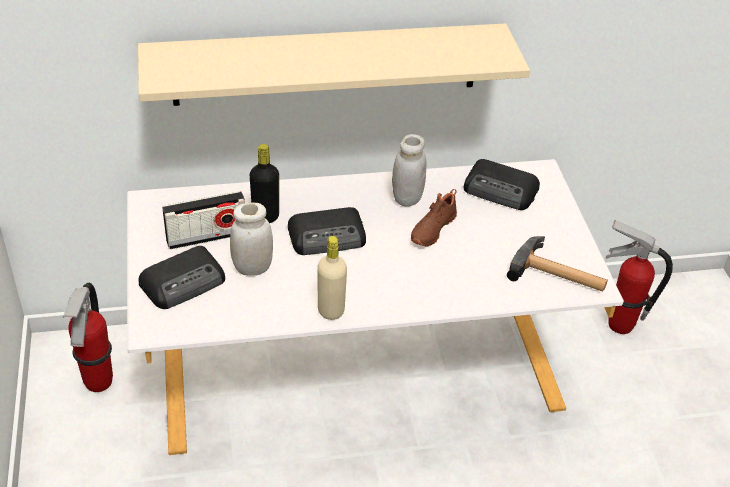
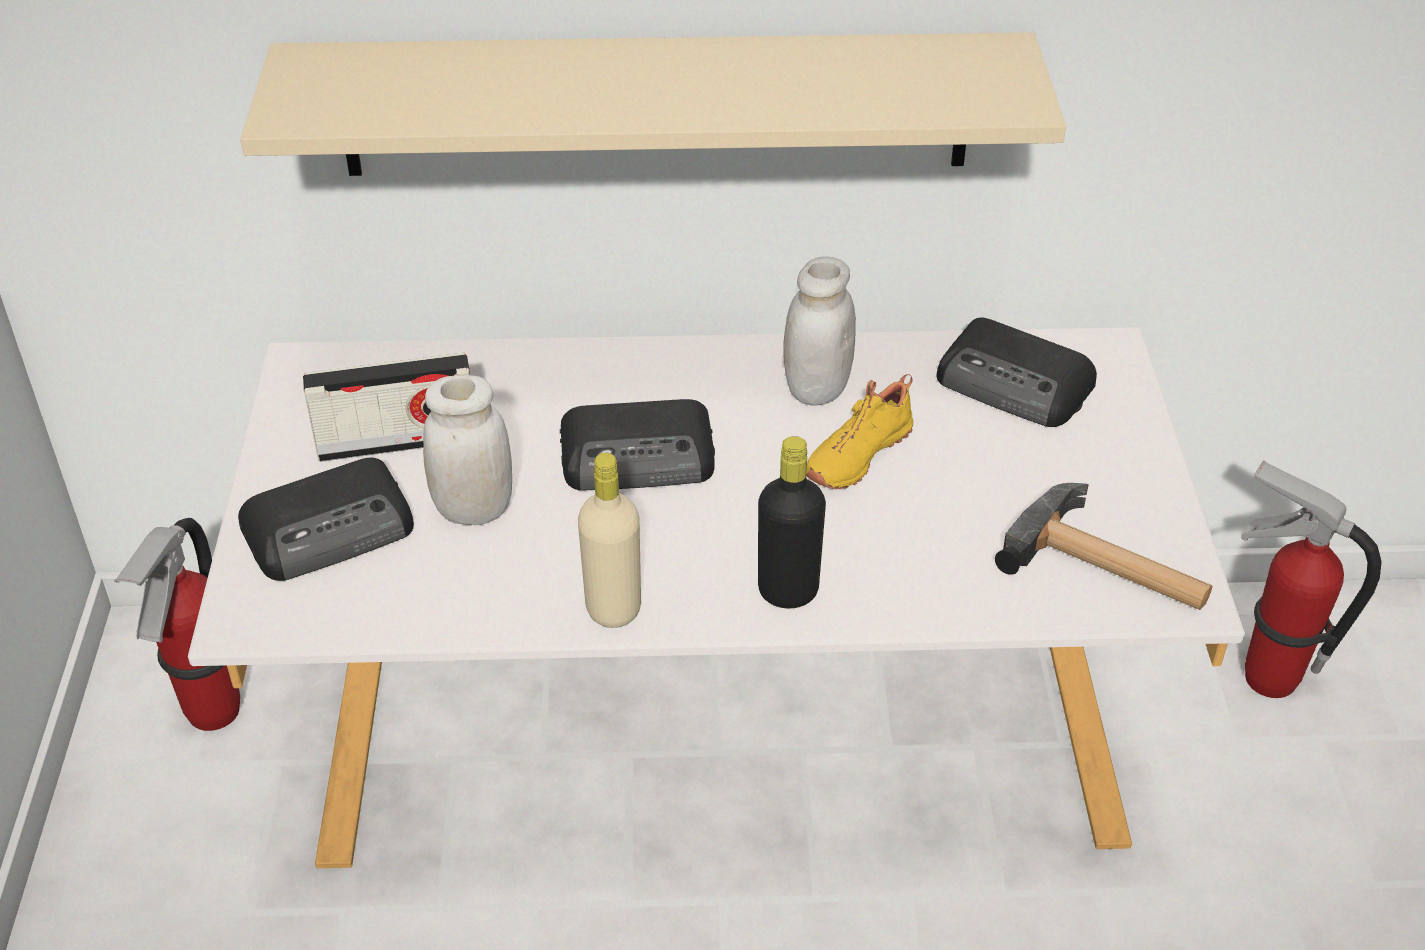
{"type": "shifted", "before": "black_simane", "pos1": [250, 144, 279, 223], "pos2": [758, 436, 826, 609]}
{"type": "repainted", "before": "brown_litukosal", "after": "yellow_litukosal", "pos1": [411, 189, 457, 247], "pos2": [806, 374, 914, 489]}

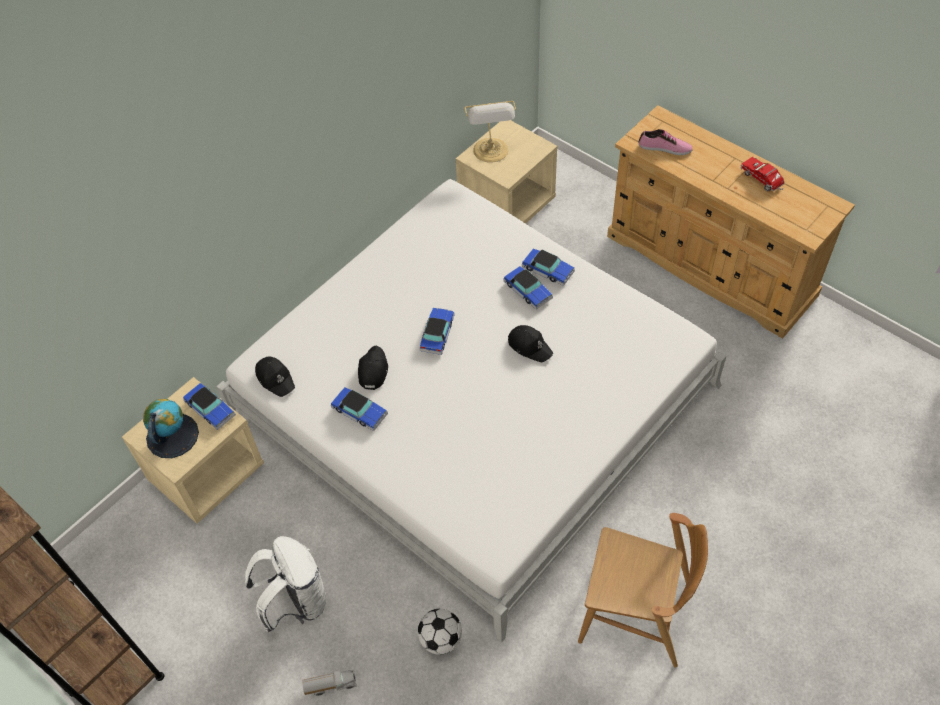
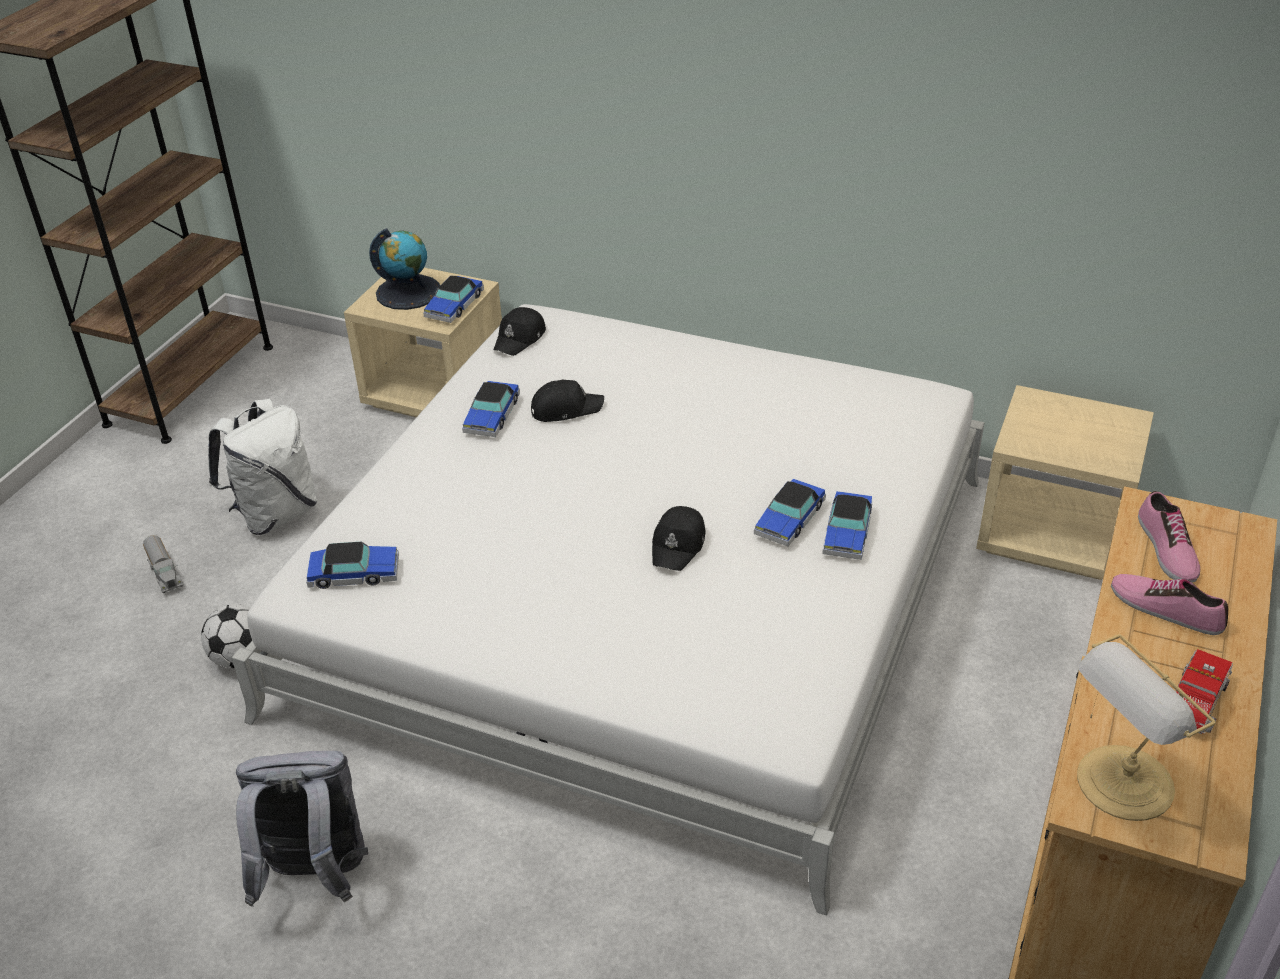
{"type": "swapped", "before": "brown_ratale", "after": "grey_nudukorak", "pos1": [578, 513, 708, 668], "pos2": [236, 751, 368, 907]}
{"type": "shifted", "before": "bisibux", "pos1": [420, 308, 455, 355], "pos2": [307, 541, 399, 589]}
{"type": "shifted", "before": "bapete", "pos1": [465, 101, 516, 163], "pos2": [1077, 634, 1216, 821]}
{"type": "new", "after": "litukosal", "pos2": [1111, 574, 1228, 635]}

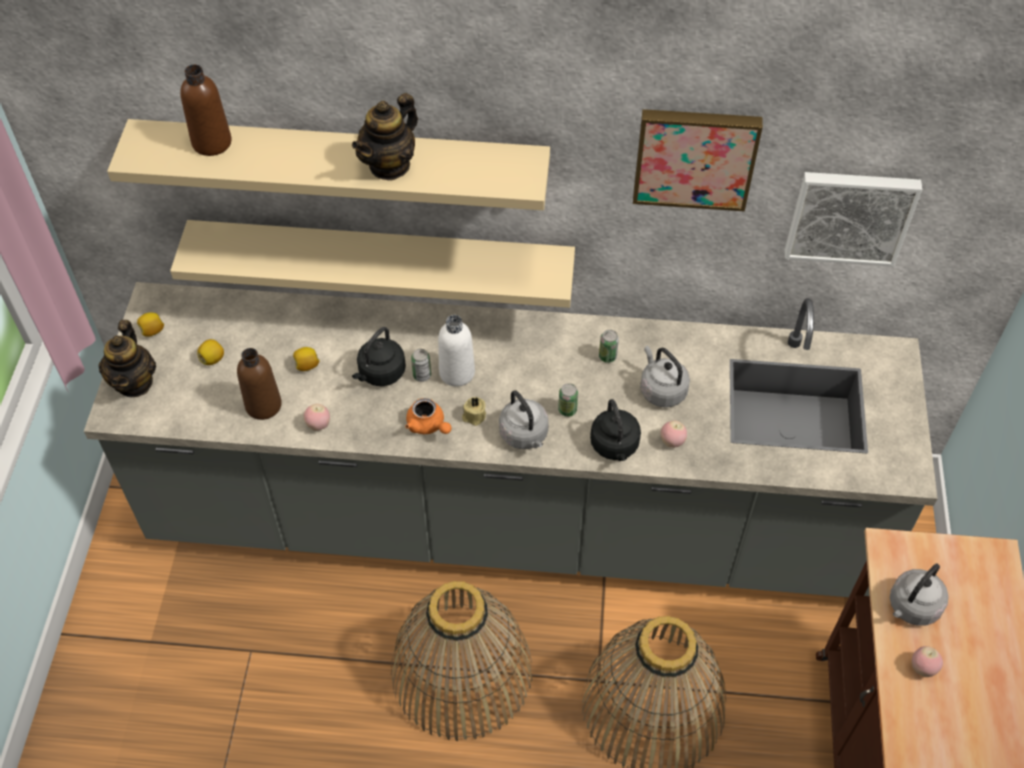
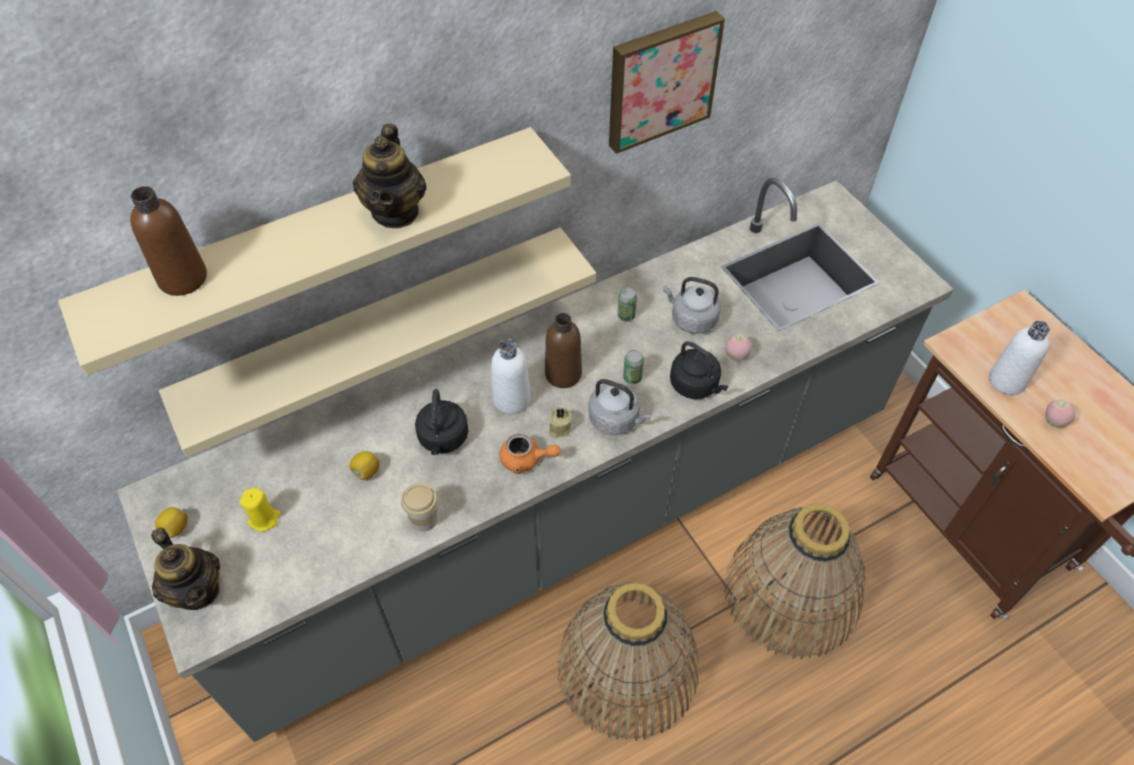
{"type": "swapped", "before": "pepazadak", "after": "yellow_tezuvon", "pos1": [197, 339, 224, 365], "pos2": [239, 488, 281, 532]}
{"type": "swapped", "before": "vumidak", "after": "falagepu", "pos1": [304, 404, 330, 431], "pos2": [401, 483, 438, 532]}
{"type": "shifted", "before": "brown_simane", "pos1": [237, 348, 282, 420], "pos2": [545, 313, 582, 388]}
{"type": "swapped", "before": "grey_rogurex", "after": "white_simane", "pos1": [890, 564, 949, 626], "pos2": [989, 321, 1050, 395]}
{"type": "gone", "before": "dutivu", "pos1": [411, 349, 431, 382]}
{"type": "gone", "before": "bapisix", "pos1": [785, 172, 922, 267]}

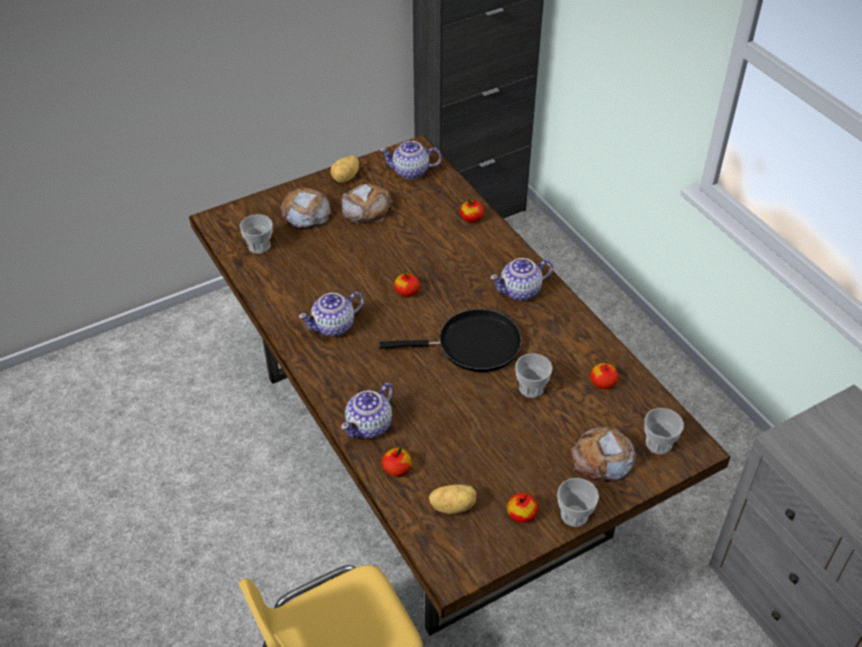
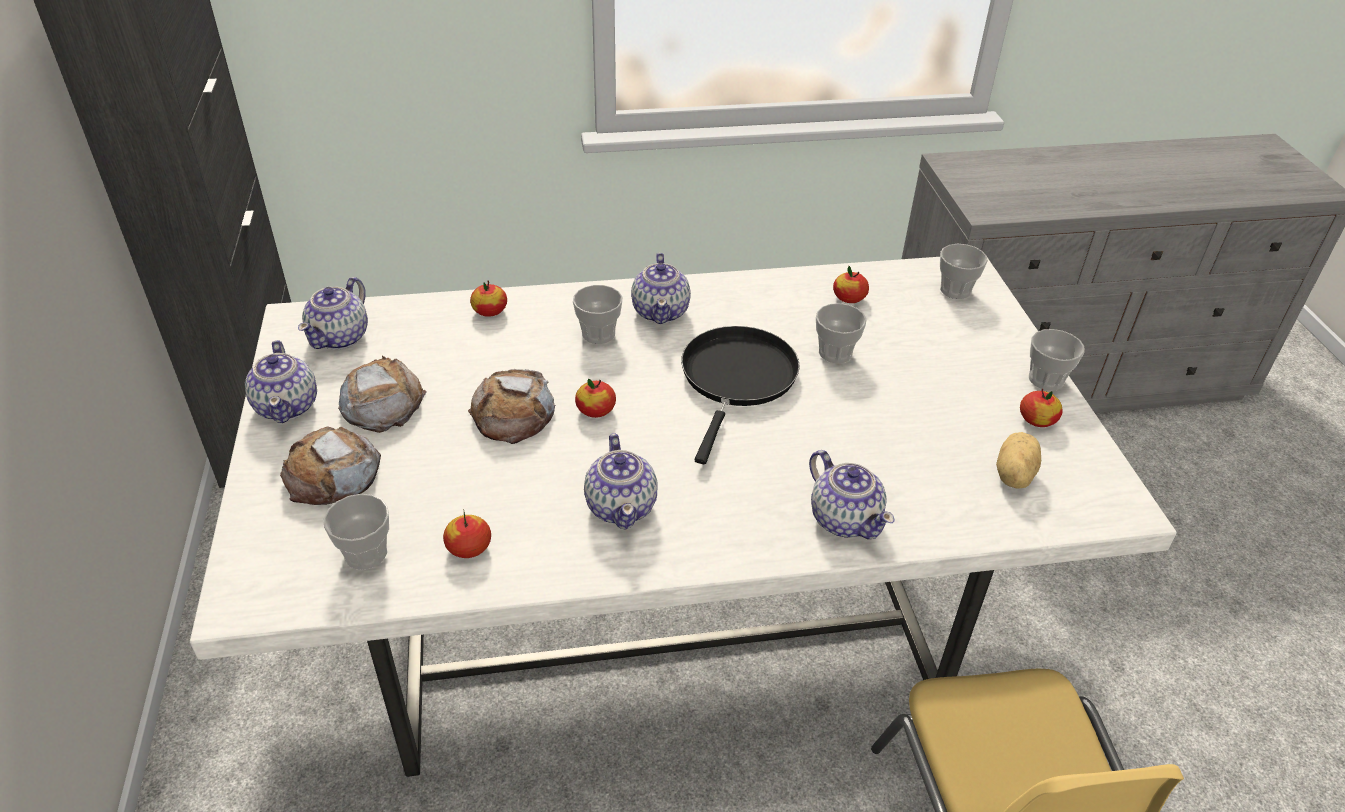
{"type": "repainted", "before": "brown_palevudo", "after": "white_palevudo", "pos1": [189, 135, 730, 636], "pos2": [190, 257, 1177, 777]}
{"type": "swapped", "before": "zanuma", "after": "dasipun", "pos1": [331, 155, 359, 183], "pos2": [245, 340, 317, 423]}
{"type": "shifted", "before": "vumidak", "pos1": [382, 448, 412, 476], "pos2": [443, 512, 491, 558]}
{"type": "shifted", "before": "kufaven", "pos1": [571, 426, 636, 482], "pos2": [468, 369, 555, 444]}
{"type": "new", "after": "falagepu", "pos2": [573, 285, 623, 344]}

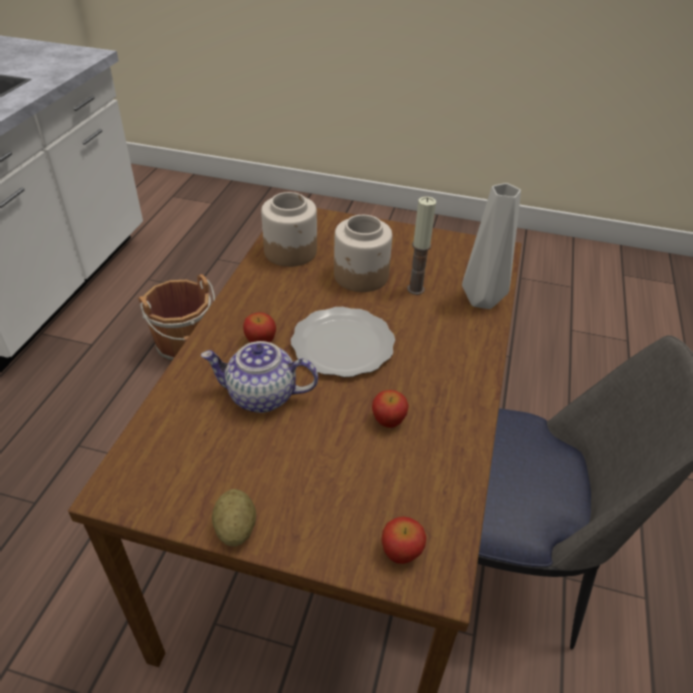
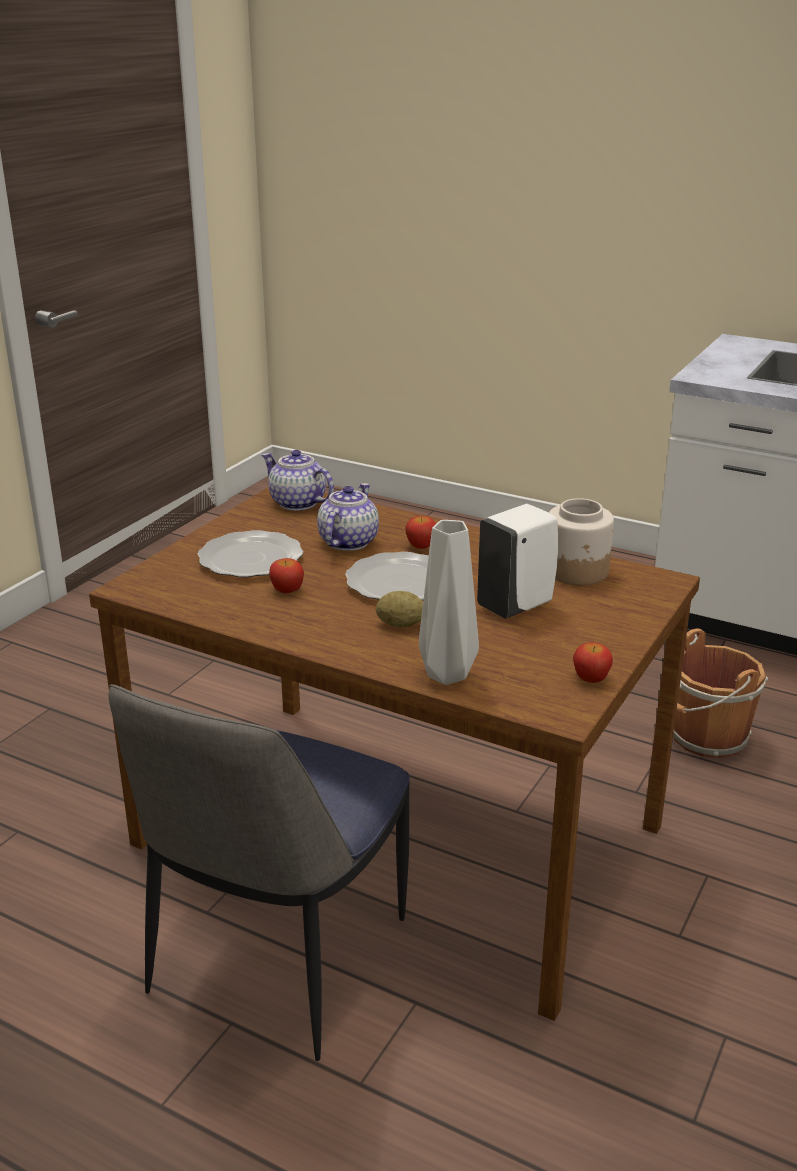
{"type": "new", "after": "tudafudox", "pos2": [198, 530, 303, 577]}
{"type": "new", "after": "dasipun", "pos2": [262, 450, 334, 511]}
{"type": "shifted", "before": "zanuma", "pos1": [212, 489, 256, 547], "pos2": [376, 591, 423, 628]}
{"type": "swapped", "before": "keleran", "after": "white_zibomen", "pos1": [334, 215, 392, 292], "pos2": [477, 504, 558, 619]}
{"type": "shifted", "before": "vumidak", "pos1": [382, 516, 427, 564], "pos2": [573, 643, 613, 683]}
{"type": "gone", "before": "tezuvon", "pos1": [407, 197, 436, 295]}

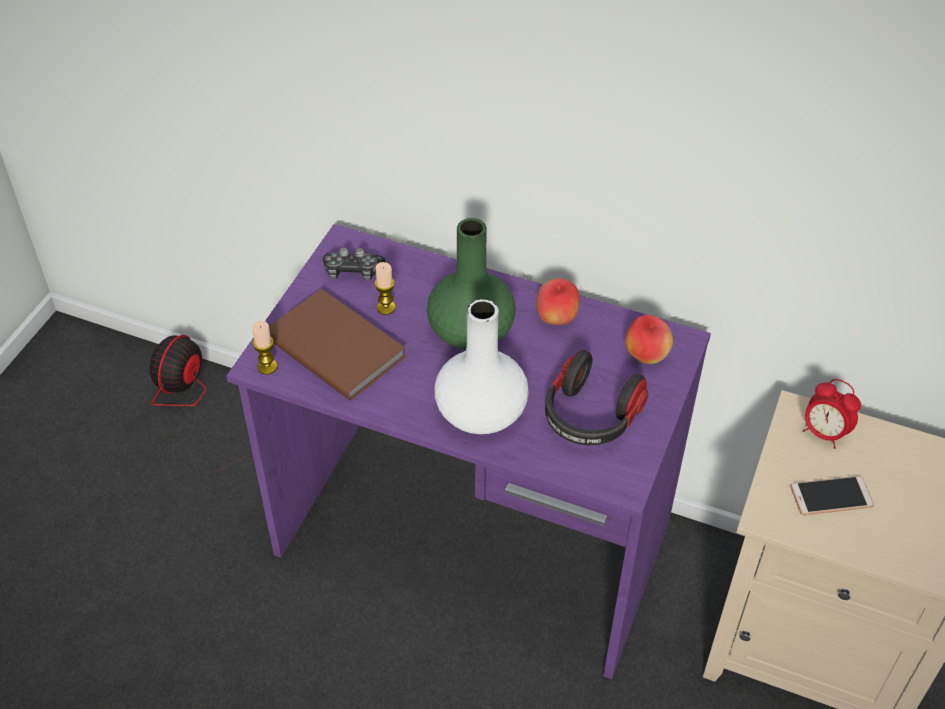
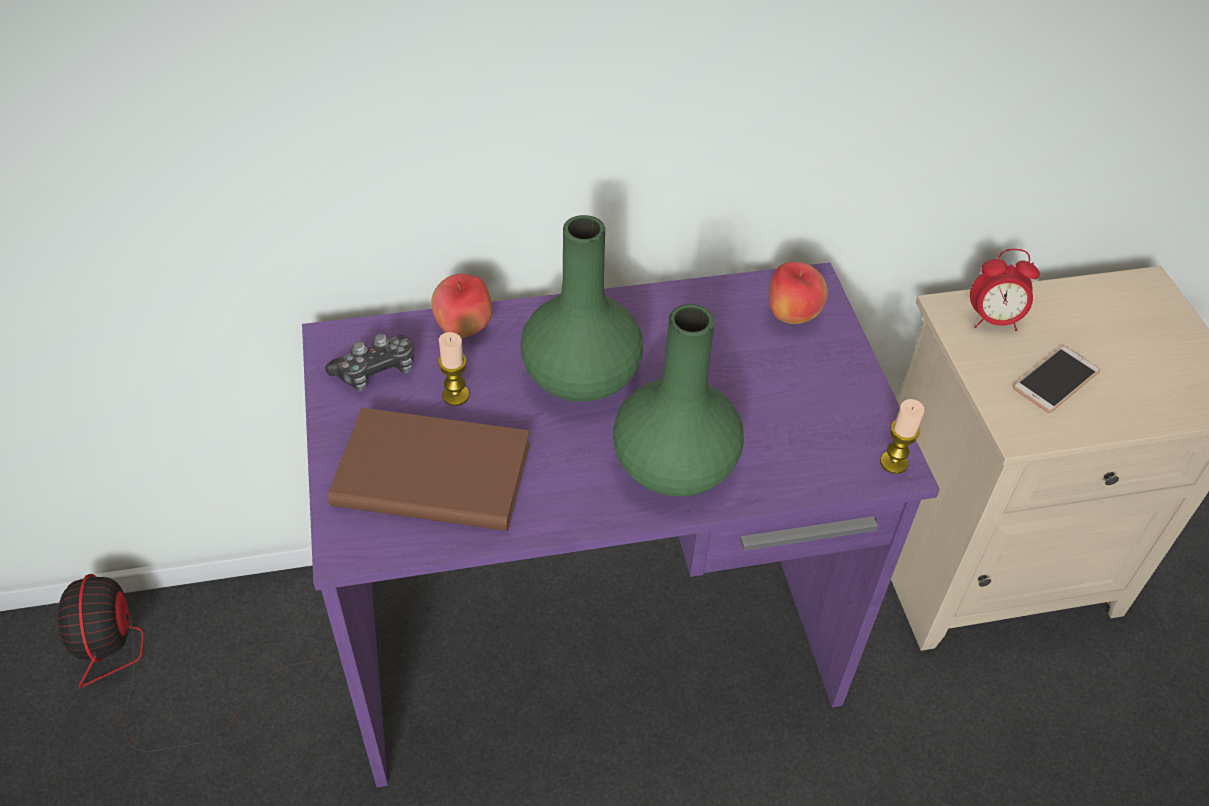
{"type": "shifted", "before": "vumidak", "pos1": [536, 278, 580, 325], "pos2": [431, 274, 492, 338]}
{"type": "repainted", "before": "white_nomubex", "after": "green_nomubex", "pos1": [434, 299, 529, 434], "pos2": [613, 304, 744, 496]}
{"type": "shifted", "before": "tezuvon", "pos1": [252, 321, 278, 375], "pos2": [880, 399, 924, 474]}
{"type": "gone", "before": "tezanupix", "pos1": [545, 350, 648, 445]}

